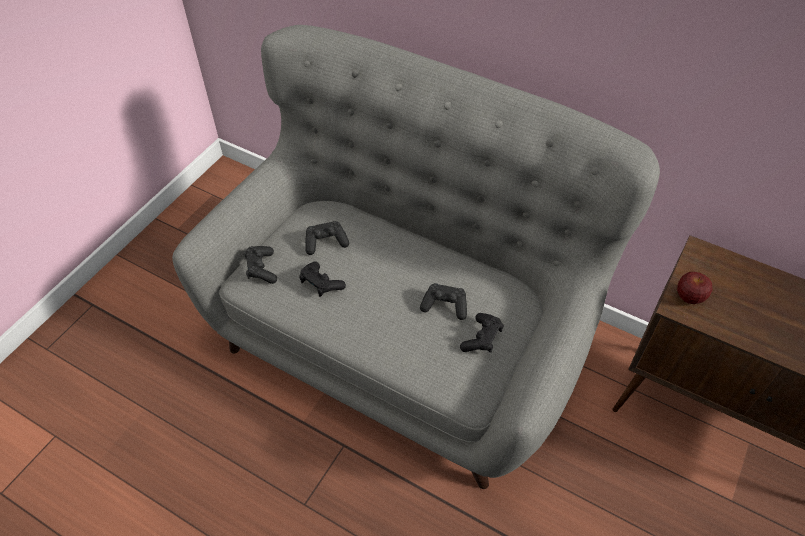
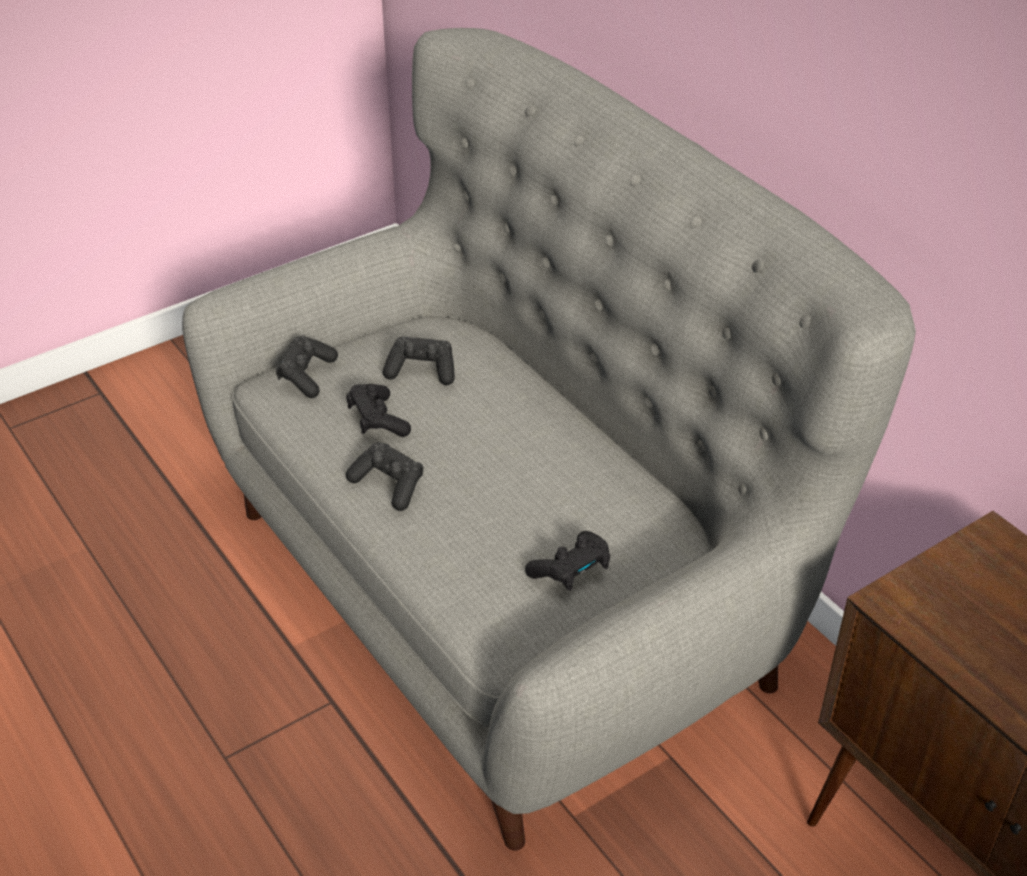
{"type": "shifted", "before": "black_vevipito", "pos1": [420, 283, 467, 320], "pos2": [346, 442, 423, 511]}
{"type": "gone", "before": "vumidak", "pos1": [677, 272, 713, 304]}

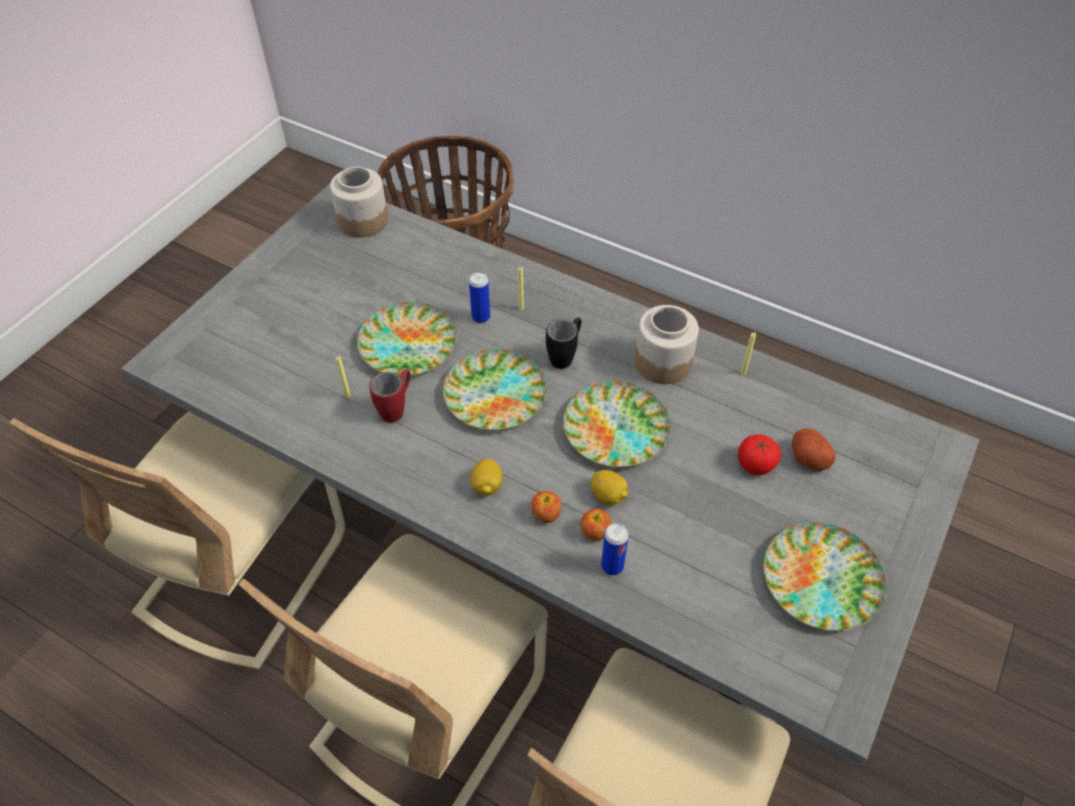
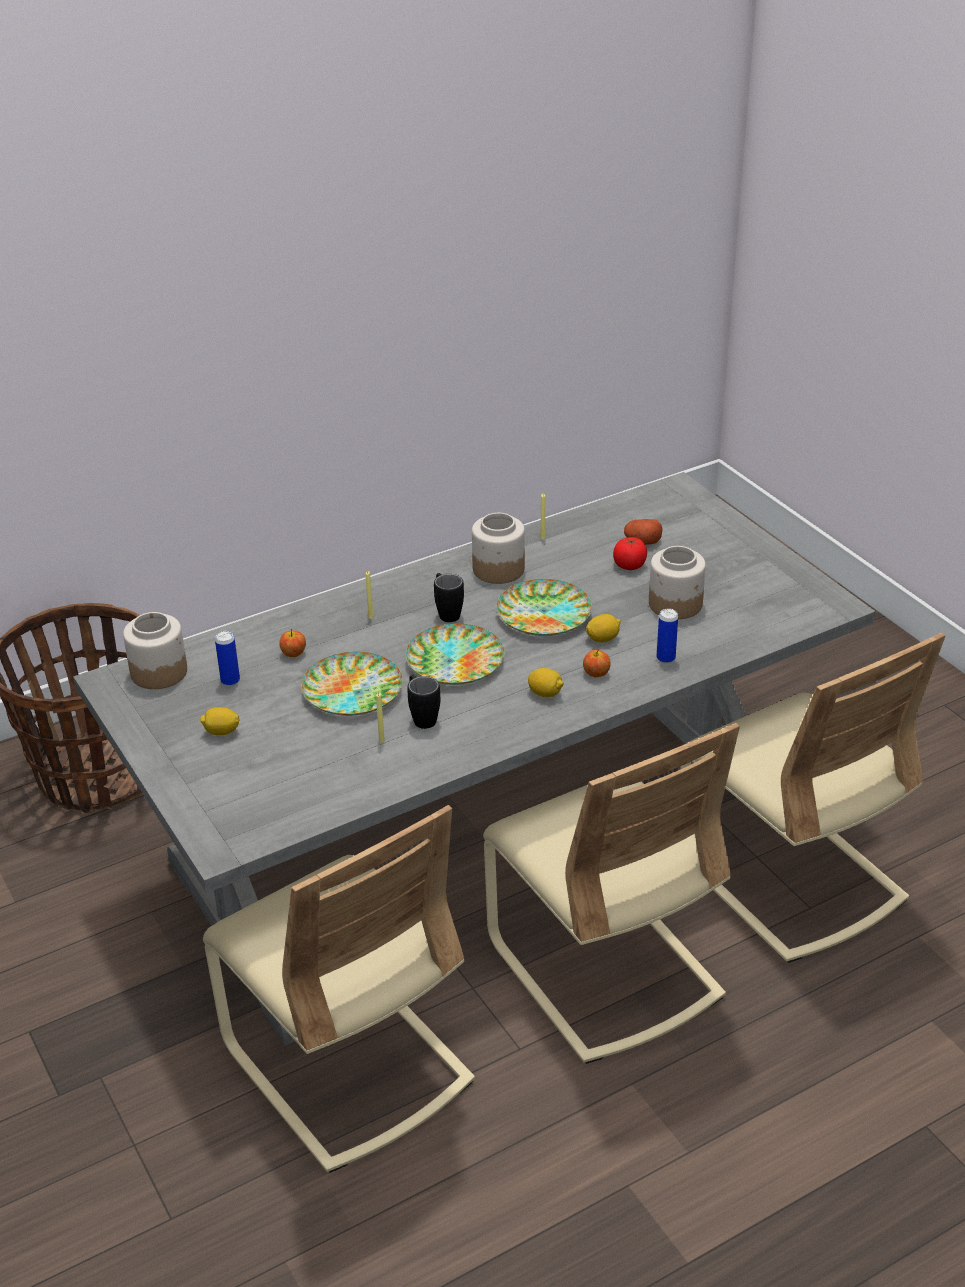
{"type": "new", "after": "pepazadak", "pos2": [200, 707, 240, 735]}
{"type": "shifted", "before": "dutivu", "pos1": [469, 272, 490, 323], "pos2": [215, 631, 240, 686]}
{"type": "shifted", "before": "vumidak", "pos1": [580, 508, 612, 540], "pos2": [279, 629, 306, 657]}
{"type": "repainted", "before": "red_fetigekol", "after": "black_fetigekol", "pos1": [369, 369, 411, 423], "pos2": [407, 675, 440, 729]}
{"type": "new", "after": "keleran", "pos2": [649, 546, 706, 619]}
{"type": "gone", "before": "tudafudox", "pos1": [764, 522, 887, 631]}

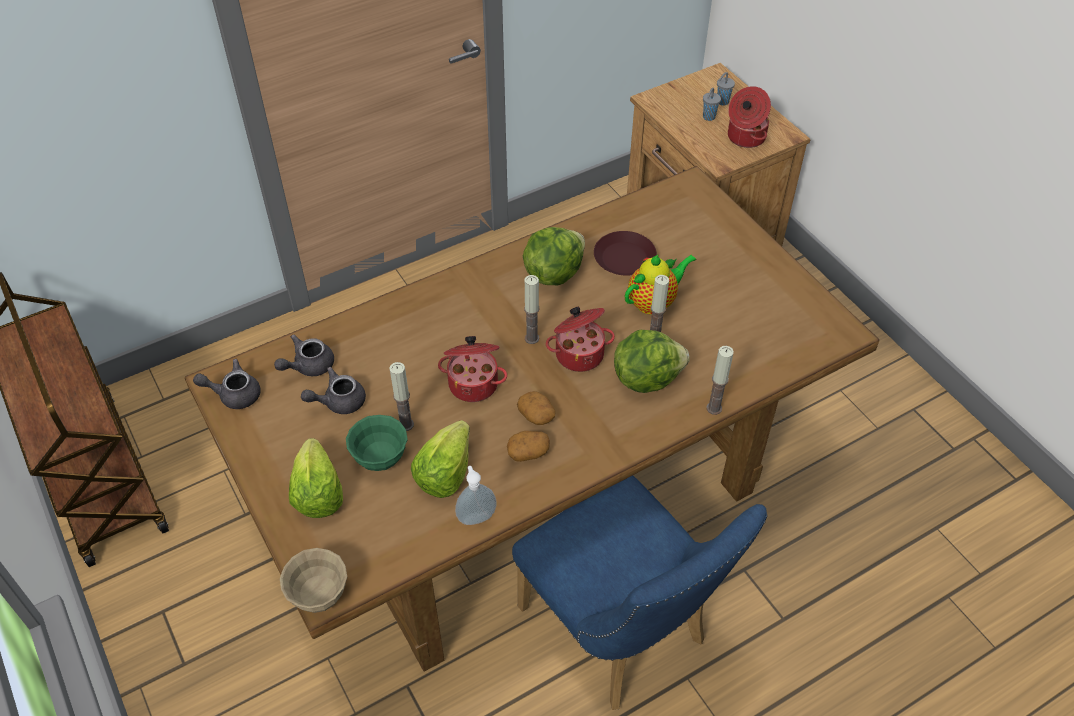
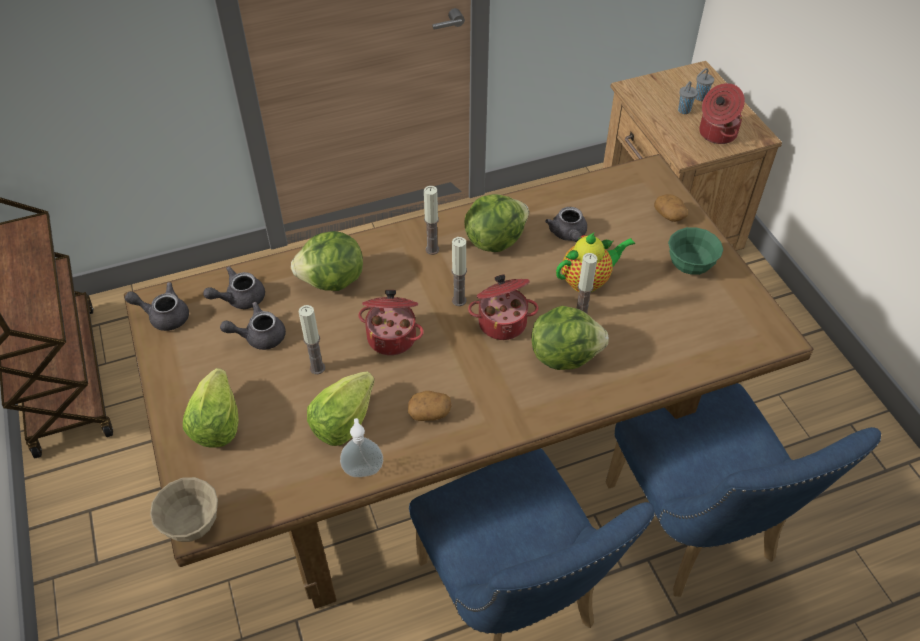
{"type": "new", "after": "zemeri", "pos2": [291, 231, 363, 291]}
{"type": "shifted", "before": "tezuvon", "pos1": [707, 346, 734, 415], "pos2": [424, 186, 439, 255]}
{"type": "swapped", "before": "brown_tudafudox", "after": "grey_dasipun", "pos1": [594, 231, 657, 276], "pos2": [545, 207, 587, 242]}
{"type": "new", "after": "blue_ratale", "pos2": [606, 383, 881, 597]}
{"type": "shifted", "before": "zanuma", "pos1": [517, 391, 556, 425], "pos2": [654, 194, 688, 222]}
{"type": "shifted", "before": "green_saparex", "pos1": [346, 415, 408, 471], "pos2": [668, 227, 723, 275]}

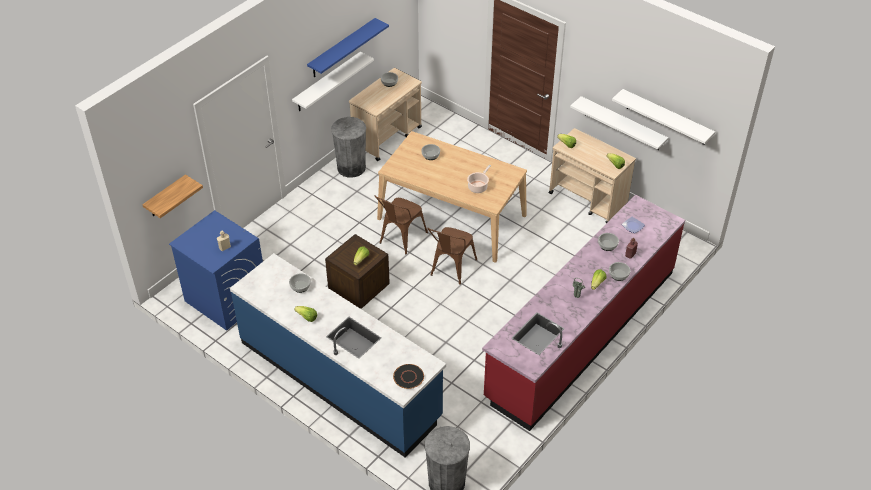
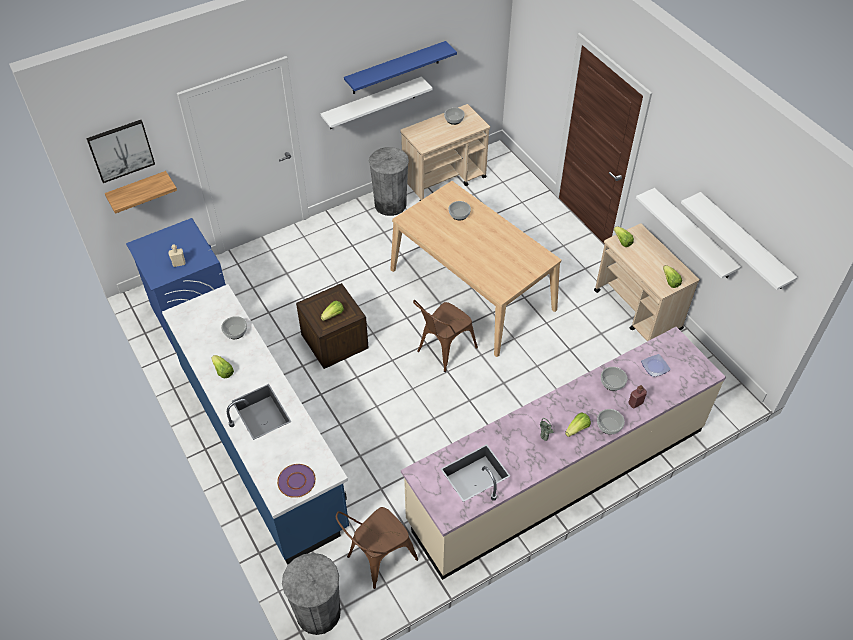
{"type": "new", "after": "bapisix", "pos2": [86, 120, 155, 183]}
{"type": "repainted", "before": "black_tudafudox", "after": "purple_tudafudox", "pos1": [393, 364, 424, 389], "pos2": [277, 464, 316, 498]}
{"type": "shifted", "before": "brown_ratale", "pos1": [374, 195, 428, 255], "pos2": [336, 507, 418, 589]}
{"type": "repainted", "before": "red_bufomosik", "after": "beige_bufomosik", "pos1": [482, 195, 685, 431], "pos2": [401, 327, 726, 580]}
{"type": "gone", "before": "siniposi", "pos1": [467, 165, 491, 193]}

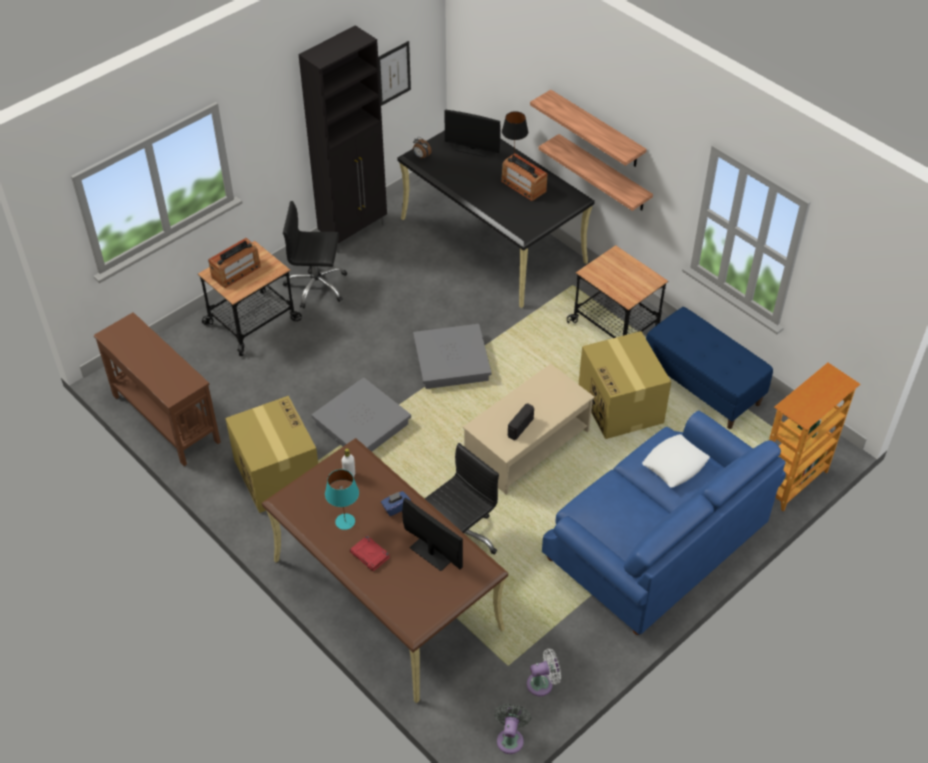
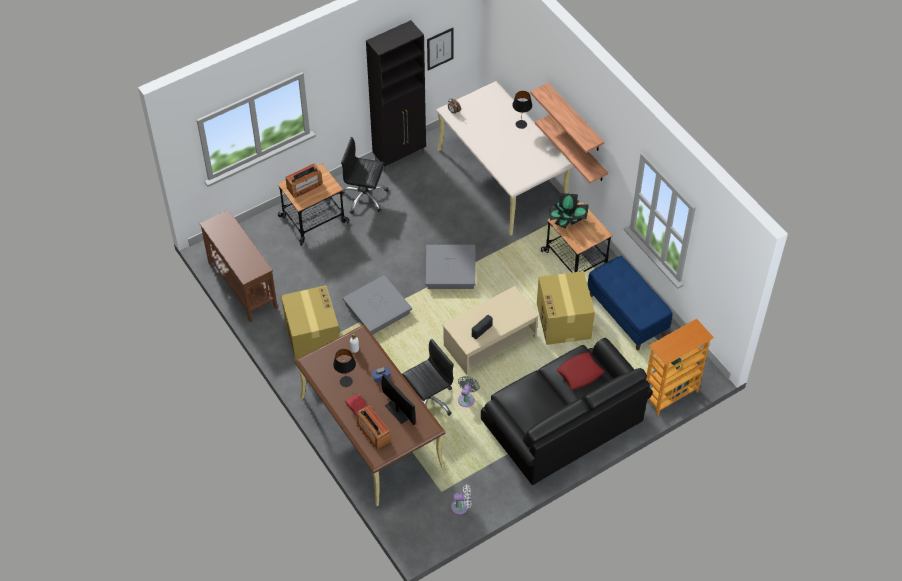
{"type": "repainted", "before": "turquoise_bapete", "after": "black_bapete", "pos1": [325, 469, 359, 530], "pos2": [333, 349, 356, 387]}
{"type": "shifted", "before": "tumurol", "pos1": [501, 153, 548, 201], "pos2": [356, 405, 391, 450]}
{"type": "repainted", "before": "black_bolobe", "after": "beige_bolobe", "pos1": [397, 130, 595, 308], "pos2": [436, 81, 573, 235]}
{"type": "shifted", "before": "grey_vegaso", "pos1": [494, 704, 531, 754], "pos2": [458, 376, 480, 407]}
{"type": "repainted", "before": "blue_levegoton", "after": "black_levegoton", "pos1": [542, 411, 786, 635], "pos2": [481, 338, 653, 485]}
{"type": "new", "after": "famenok", "pos2": [550, 193, 589, 229]}
{"type": "repainted", "before": "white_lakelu", "after": "red_lakelu", "pos1": [642, 434, 710, 488], "pos2": [556, 353, 604, 390]}
{"type": "gone", "before": "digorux", "pos1": [444, 109, 501, 157]}

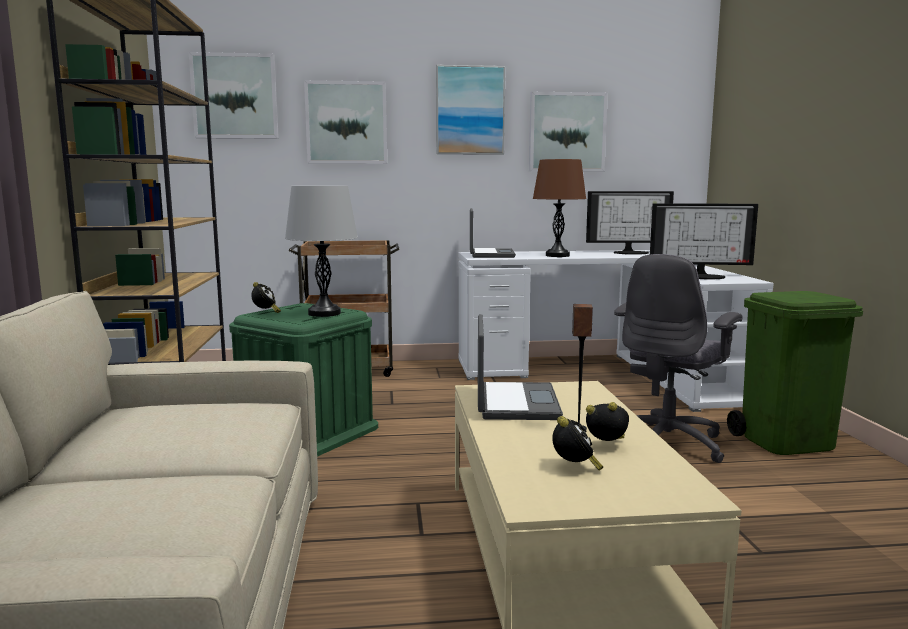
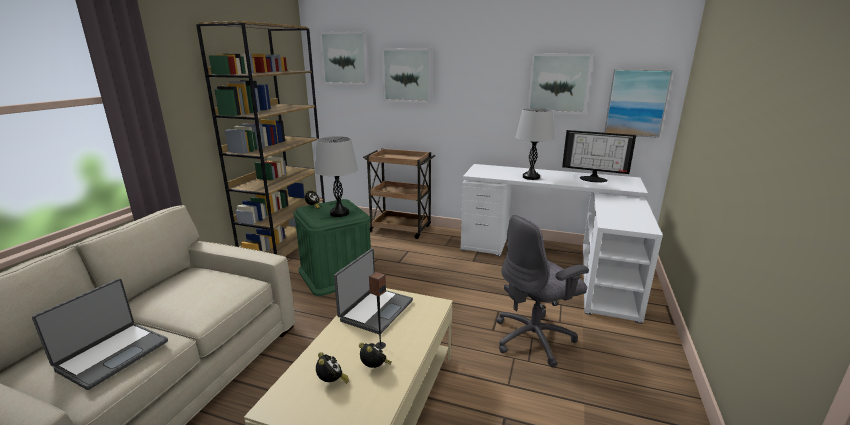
{"type": "shifted", "before": "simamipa", "pos1": [470, 208, 516, 258], "pos2": [32, 278, 168, 390]}
{"type": "rotated", "before": "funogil", "pos1": [552, 416, 603, 470], "pos2": [316, 352, 349, 384], "turn": -45}
{"type": "repainted", "before": "brown_bapete", "after": "grey_bapete", "pos1": [533, 159, 586, 257], "pos2": [516, 108, 555, 180]}
{"type": "shifted", "before": "bapisix", "pos1": [436, 65, 505, 155], "pos2": [604, 69, 673, 138]}
{"type": "gone", "before": "digorux", "pos1": [650, 203, 758, 279]}
{"type": "gone", "before": "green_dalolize", "pos1": [727, 291, 863, 455]}

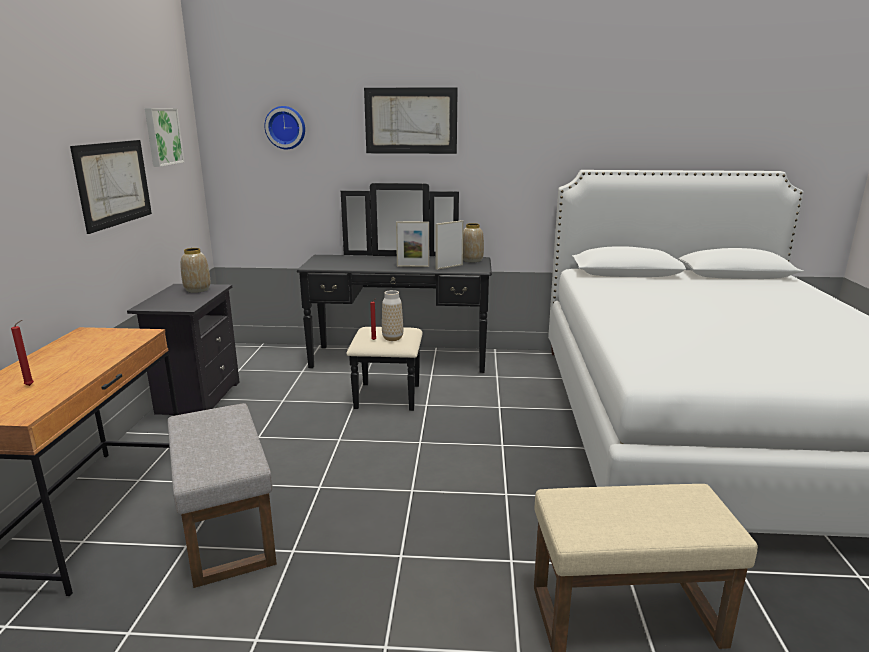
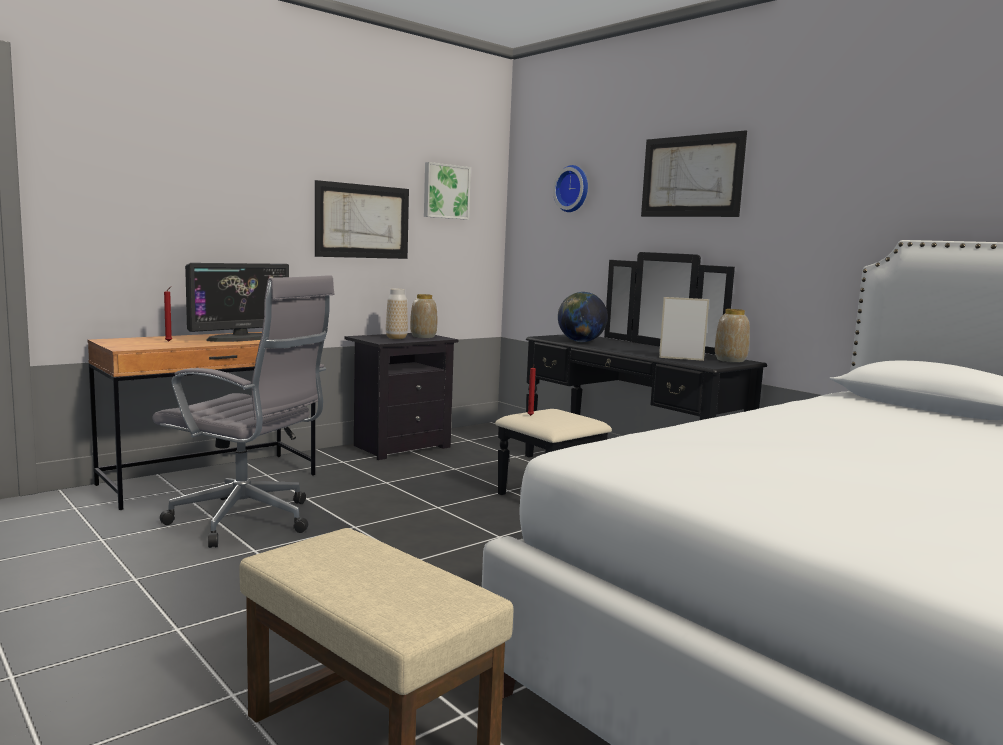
{"type": "swapped", "before": "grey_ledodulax", "after": "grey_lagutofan", "pos1": [168, 403, 277, 588], "pos2": [152, 275, 335, 548]}
{"type": "new", "after": "digorux", "pos2": [185, 263, 289, 342]}
{"type": "shifted", "before": "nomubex", "pos1": [382, 290, 403, 341], "pos2": [386, 289, 408, 339]}
{"type": "new", "after": "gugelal", "pos2": [558, 292, 608, 342]}
{"type": "gone", "before": "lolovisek", "pos1": [396, 221, 429, 267]}

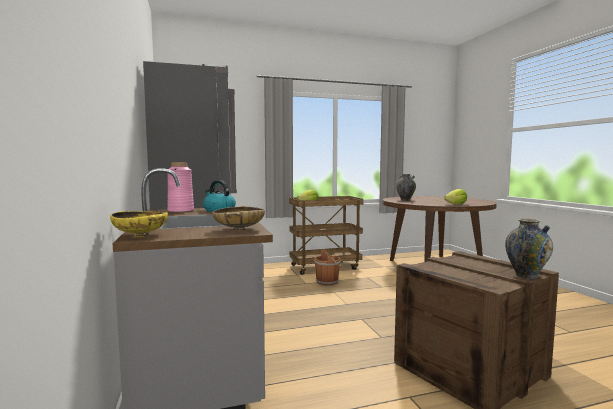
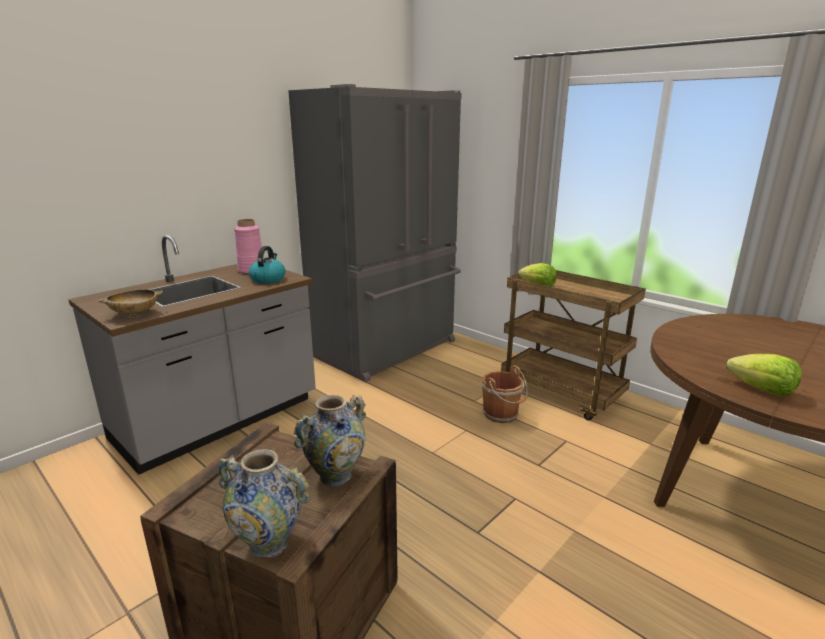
{"type": "shifted", "before": "nomubex", "pos1": [396, 174, 416, 201], "pos2": [293, 395, 366, 487]}
{"type": "gone", "before": "yellow_saparex", "pos1": [110, 211, 168, 237]}

